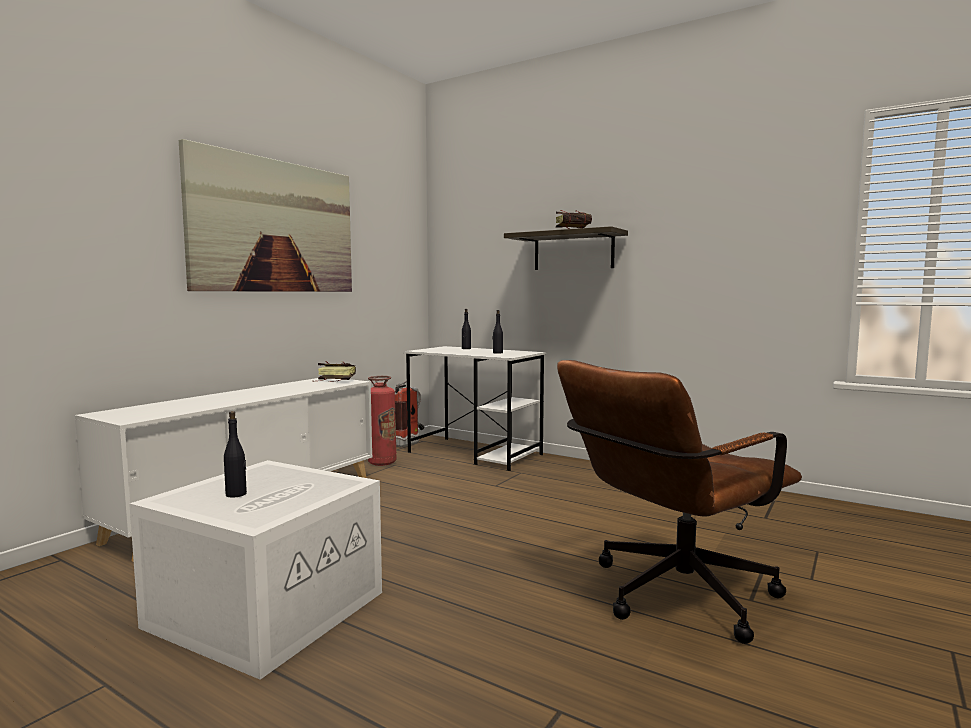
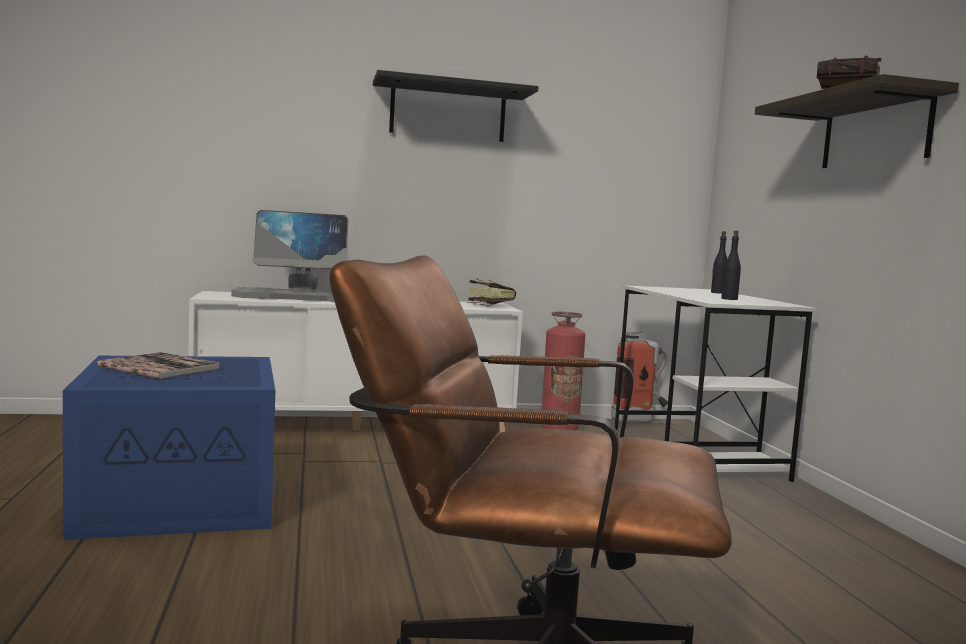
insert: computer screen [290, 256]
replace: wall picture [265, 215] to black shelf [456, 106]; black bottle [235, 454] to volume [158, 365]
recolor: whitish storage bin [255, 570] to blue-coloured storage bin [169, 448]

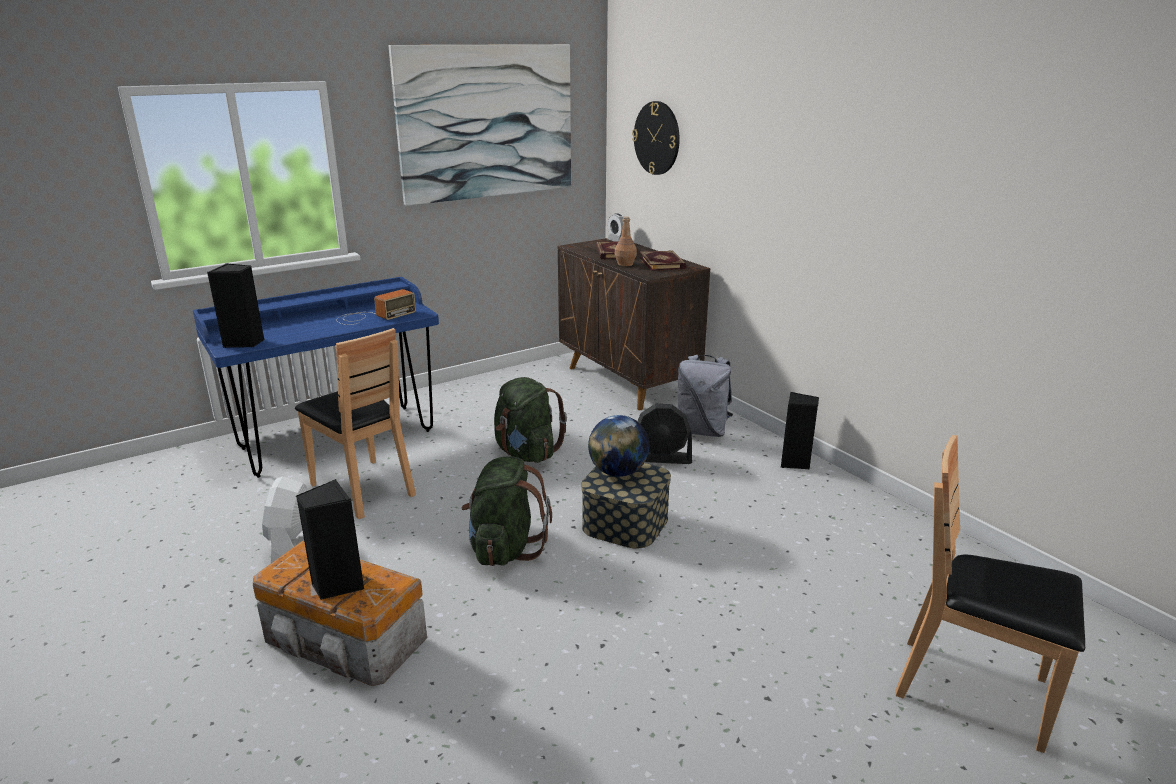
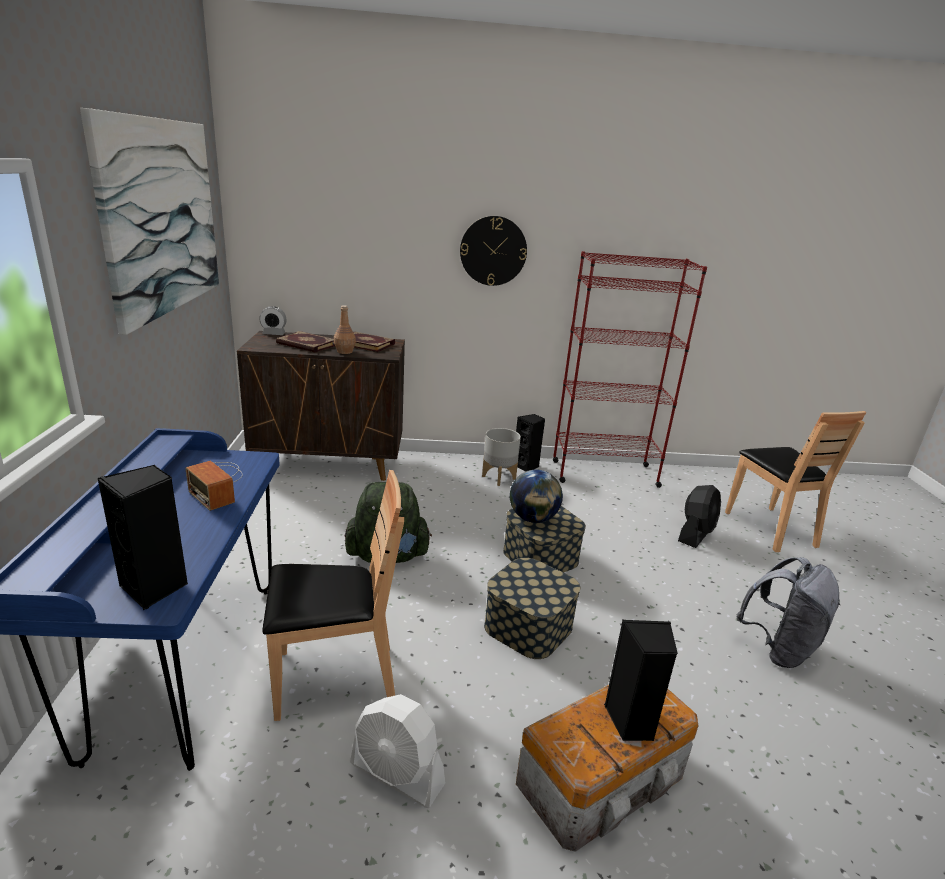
insert: grey flower pot [501, 457]; reddish shelving unit [630, 369]
move: hanging clock [656, 138] to [493, 251]; black fan [665, 434] to [699, 516]; grey rucksack [705, 396] to [788, 612]
replace: greenish rucksack [506, 511] to storage bin [532, 608]
rotate: radio receiver [376, 307] = [214, 486] 150 degrees clockwise; brown upright chair [990, 594] = [795, 481] 75 degrees counterclockwise

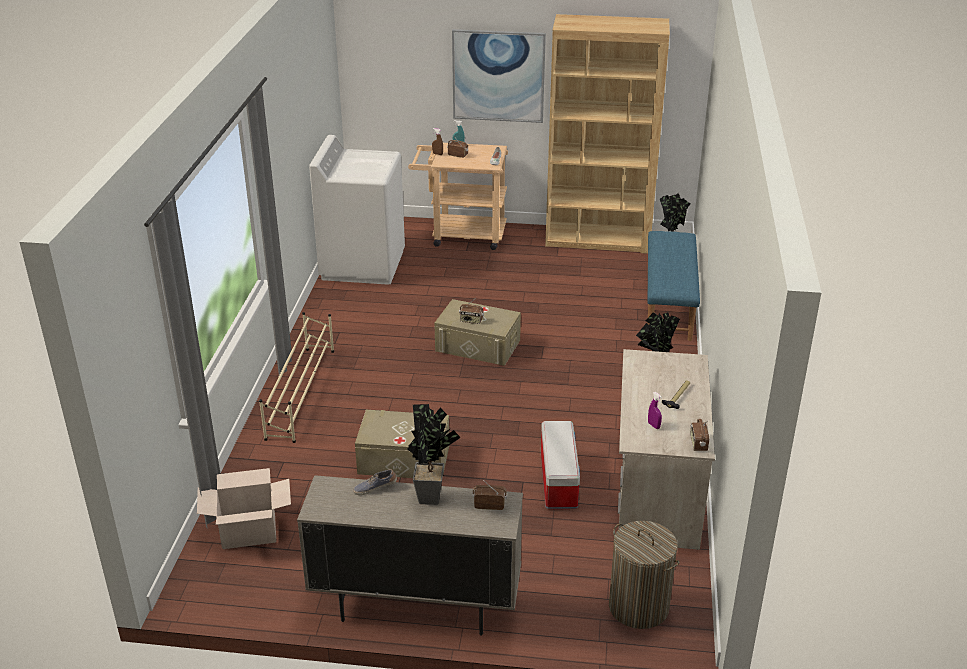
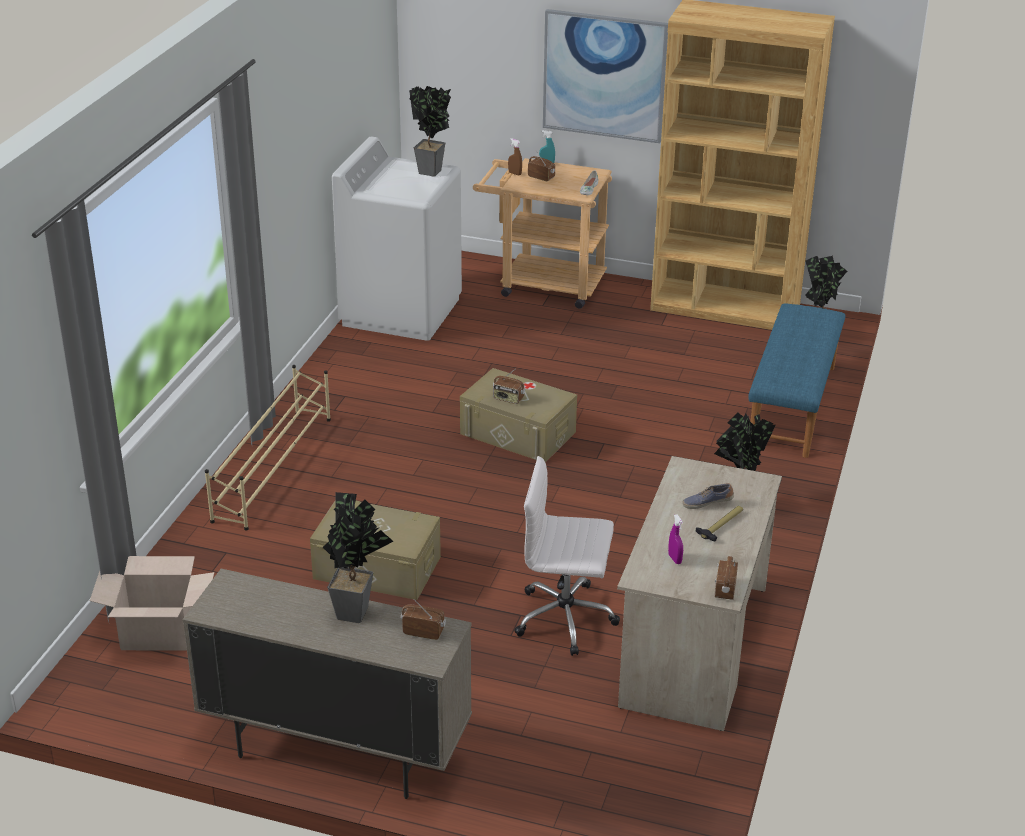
delete: laundry basket [644, 575]
insert: plant in a pot [430, 131]
move: low shoe [375, 482] to [708, 496]
replace: storage bin [560, 465] to whitish desk chair [567, 556]

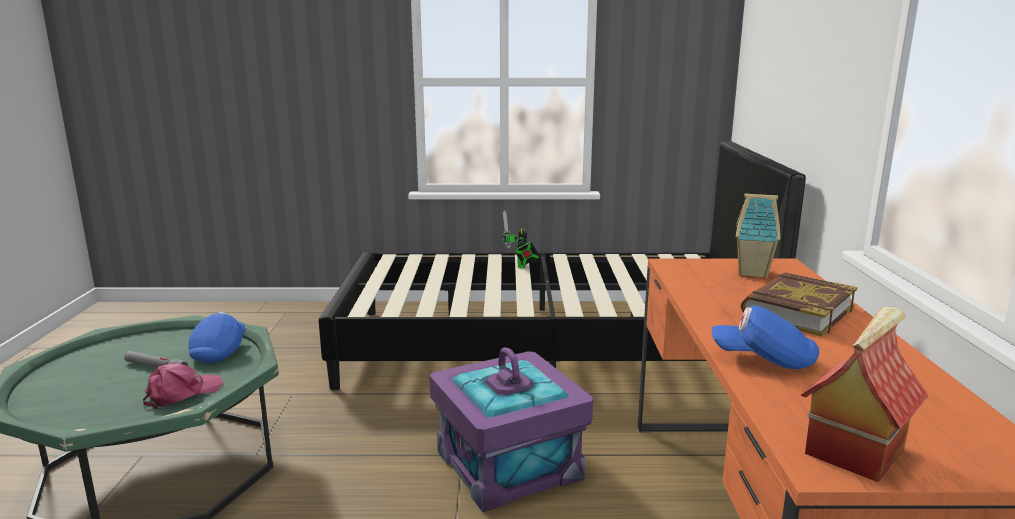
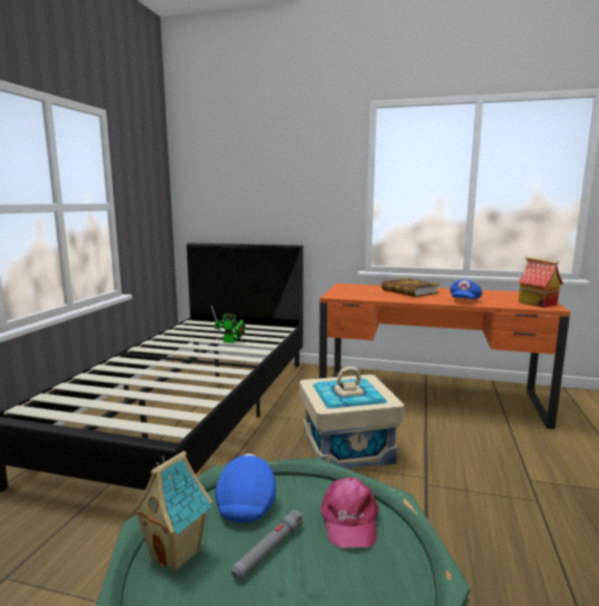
move: toy robot [521, 239] to [228, 324]; toy house [758, 235] to [171, 511]
recolor: purple storage bin [511, 429] to beige-coloured storage bin [351, 418]
rotate: pink-coloured cap [183, 386] = [350, 512] 150 degrees counterclockwise; blue-coloured cap [217, 337] = [245, 488] 75 degrees clockwise

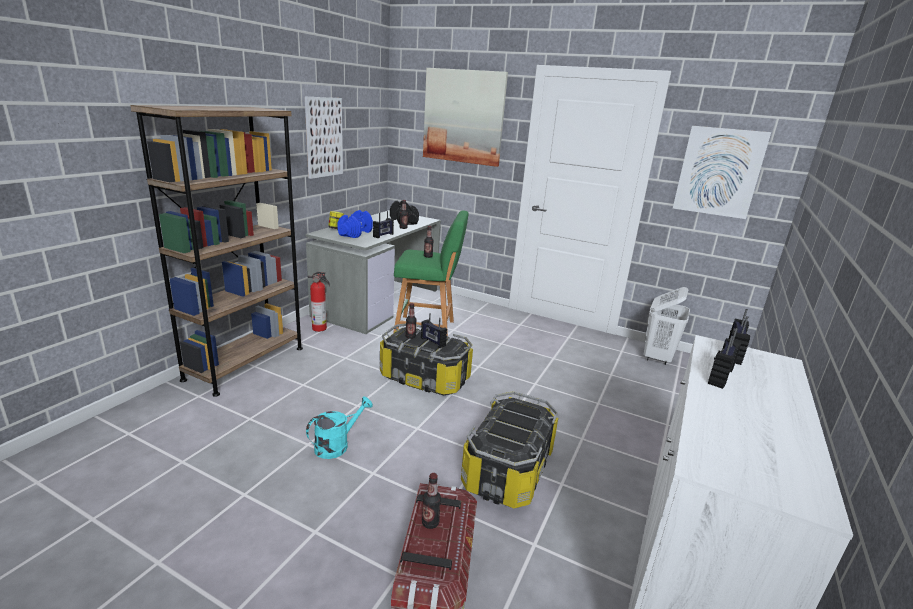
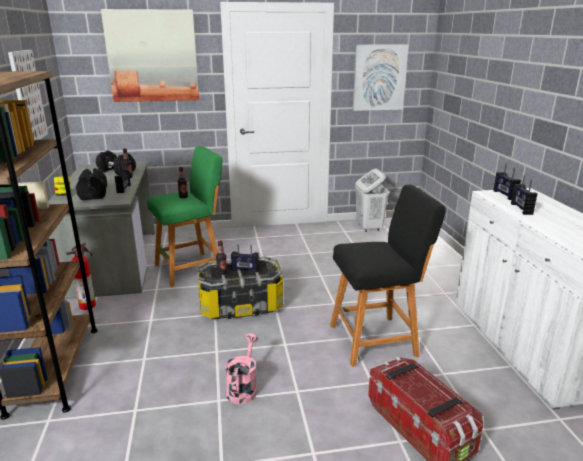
delete: bottle [431, 501]
replace: storage bin [509, 449] to black stool [388, 276]
recolor: turquoise-coloured sprinkling can [339, 428] to pink-coloured sprinkling can [241, 368]; blue-coloured free weight [355, 224] to black free weight [91, 184]

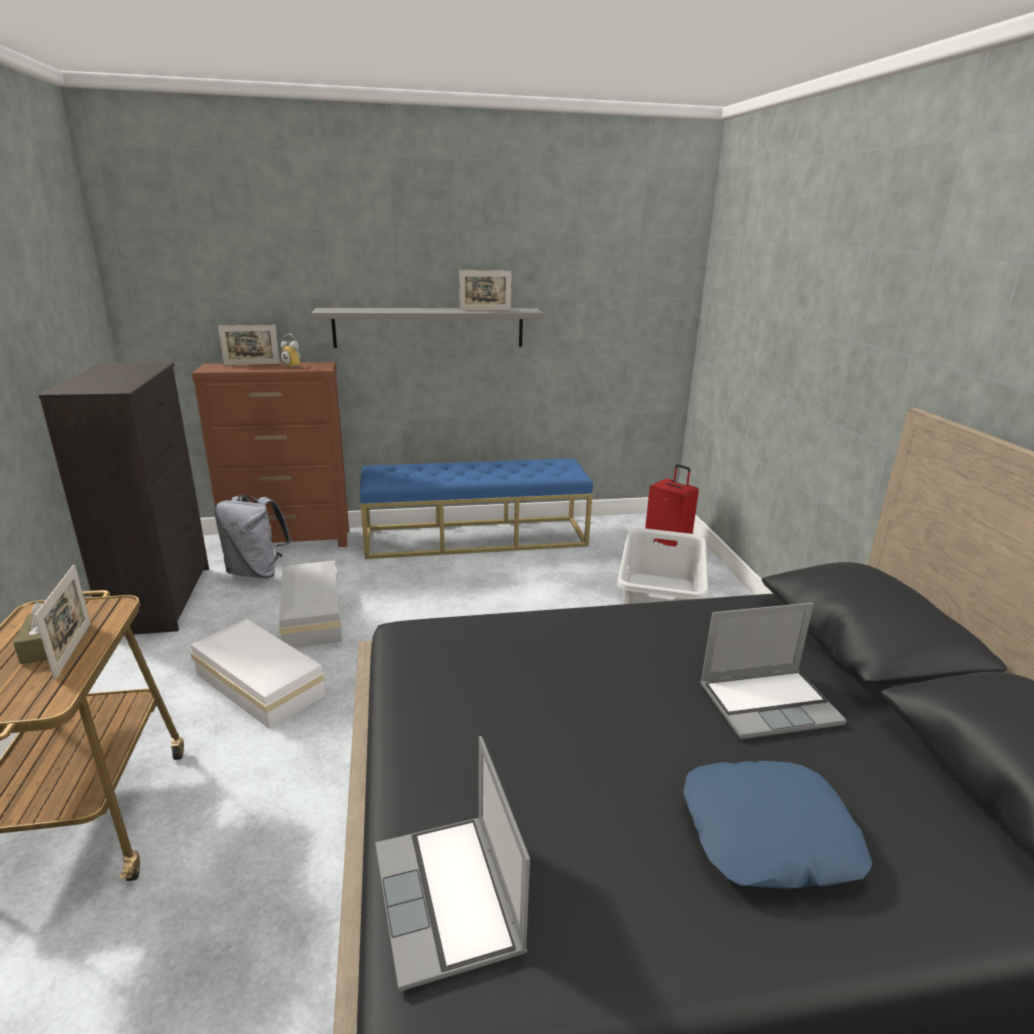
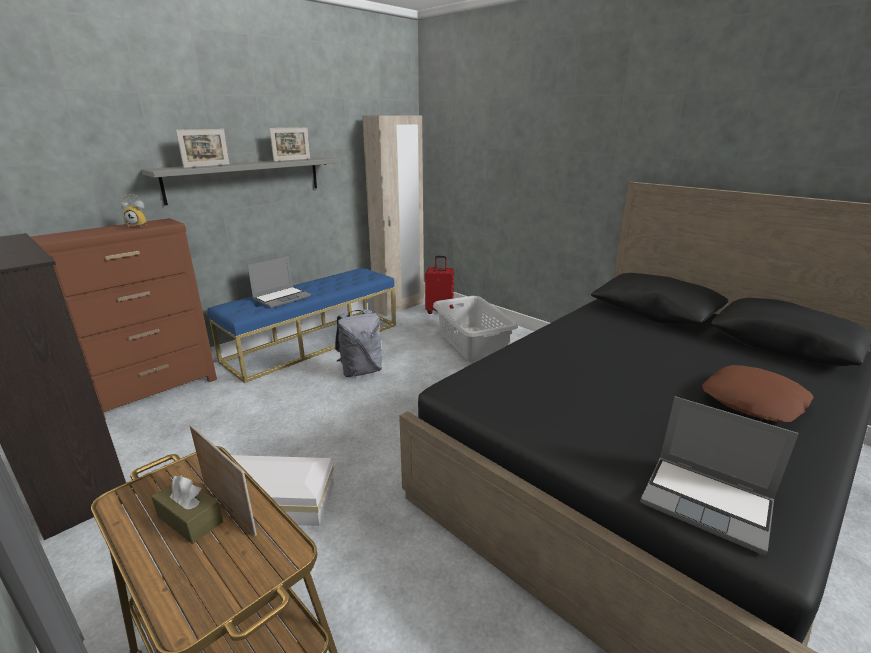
delete: whitish storage bin [310, 604]
insert: beige-coloured armoire [393, 216]
move: grey rucksack [253, 536] to [358, 343]; picture frame [249, 345] to [203, 148]; laptop [773, 671] to [279, 282]
recolor: blue-coloured pillow [777, 825] to brown pillow [757, 394]

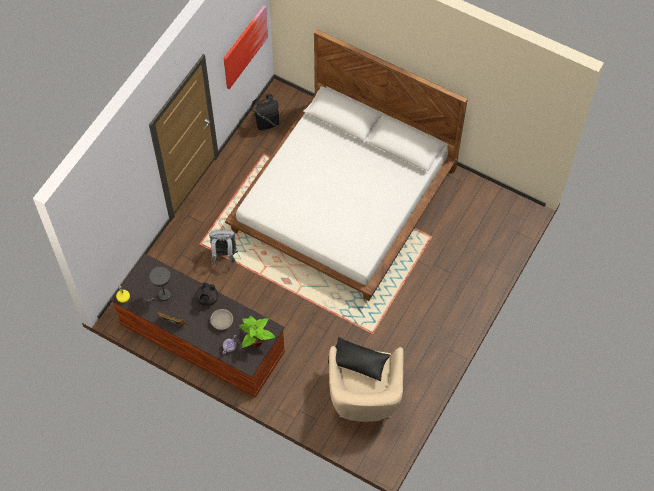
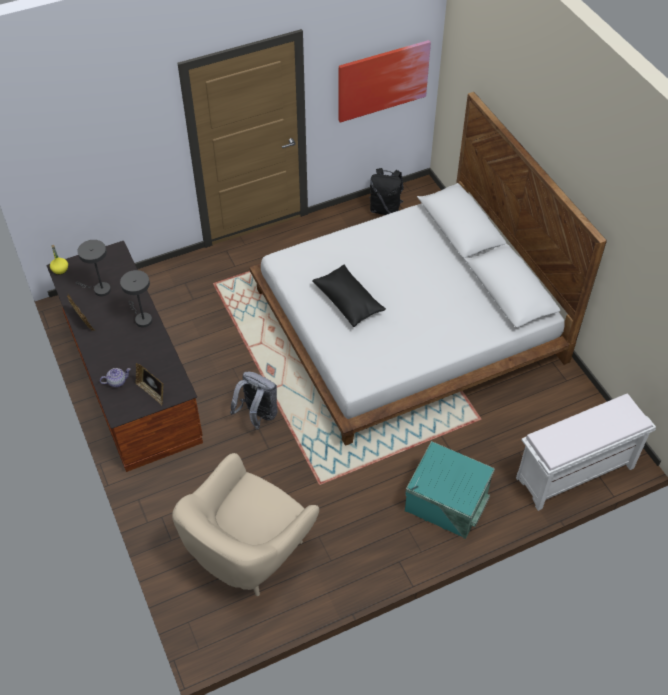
delete: grey bowl [221, 319]
insert: turquoise-coloured storage bin [450, 490]; whitish bench [586, 452]
move: grey rucksack [223, 247] to [254, 401]; black pillow [359, 359] to [349, 296]
replace: black teapot [207, 294] to grey lamp for a table [136, 298]; plant in a pot [257, 332] to picture frame [149, 384]

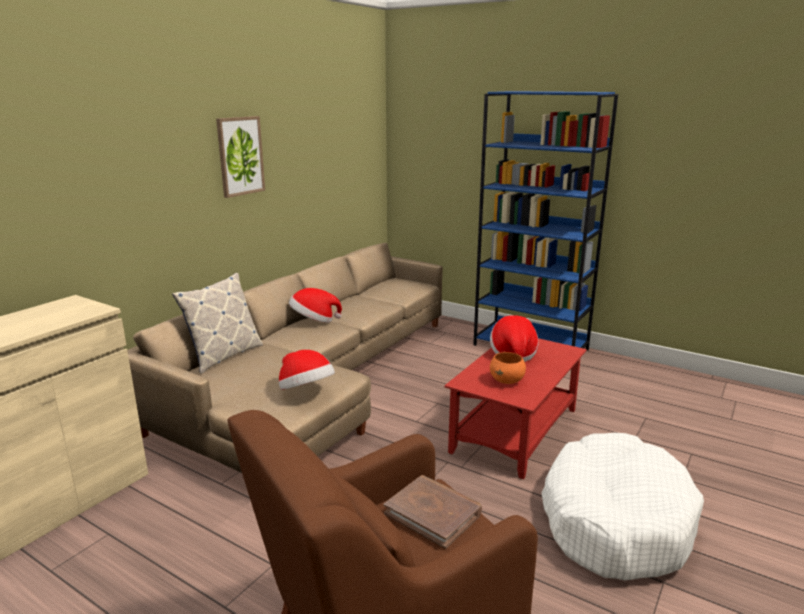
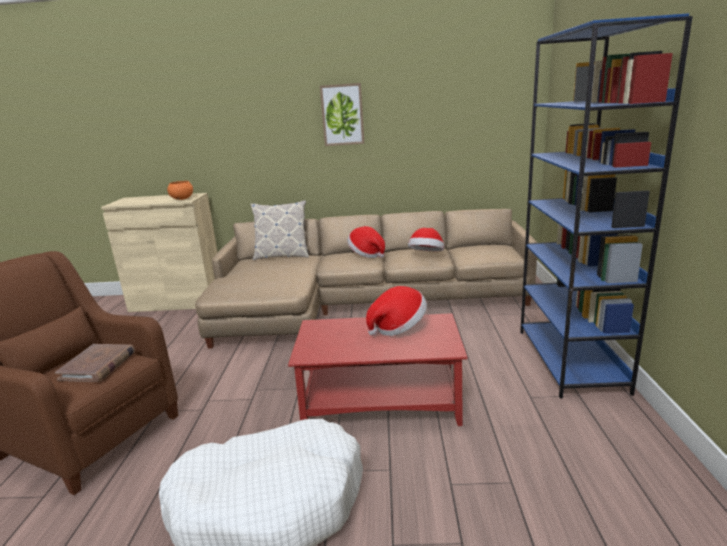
move: hat [307, 370] to [426, 239]; orange bowl [508, 368] to [180, 190]

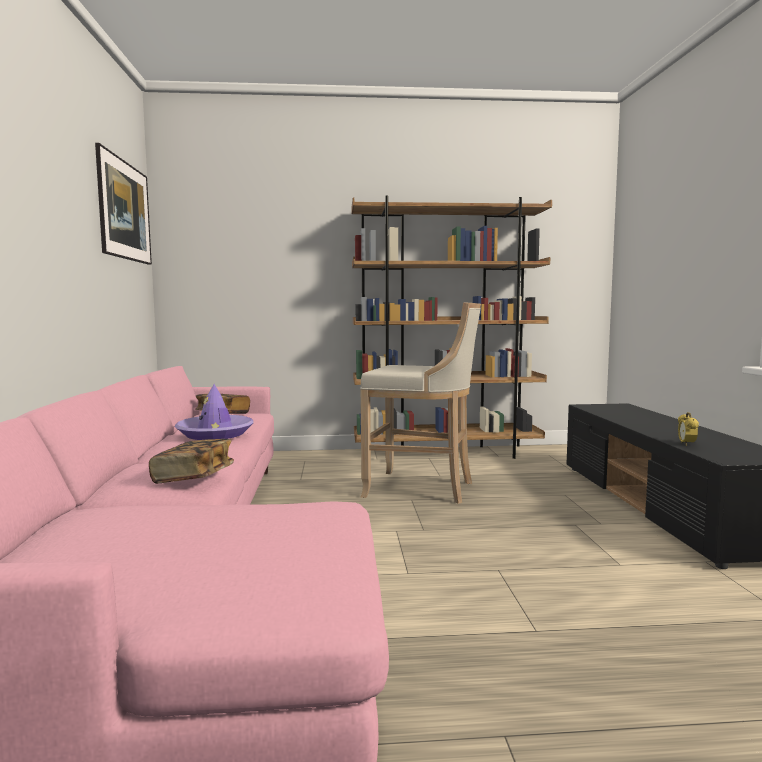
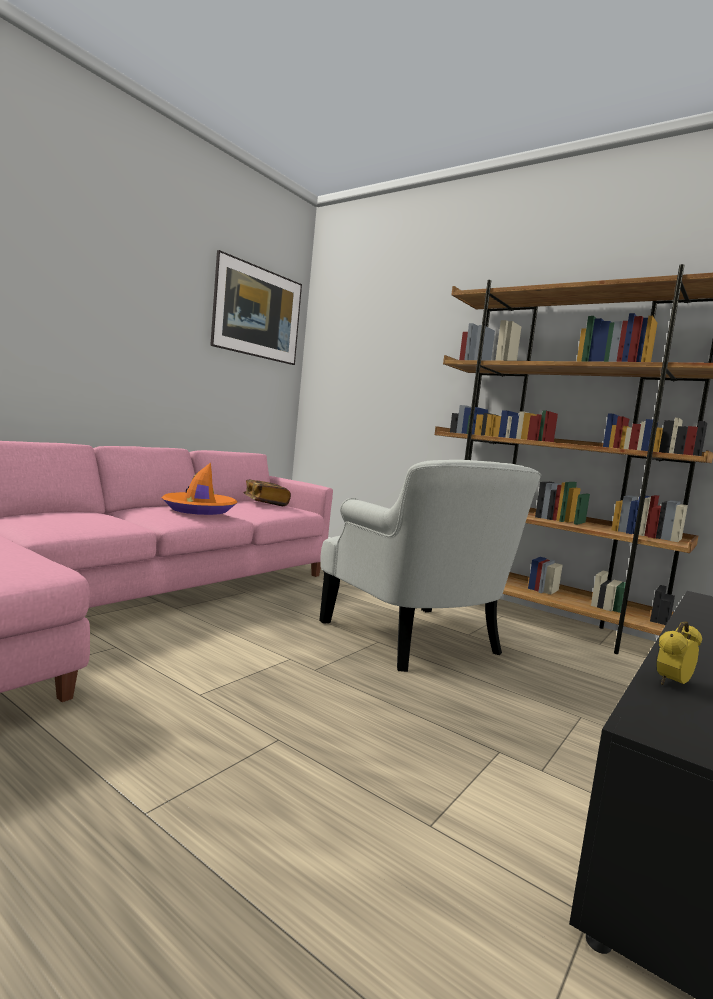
delete: volume [191, 461]
replace: beige-coloured stool [420, 403] to whitish armchair [430, 566]
recolor: purple hat [214, 412] to orange hat [199, 489]

